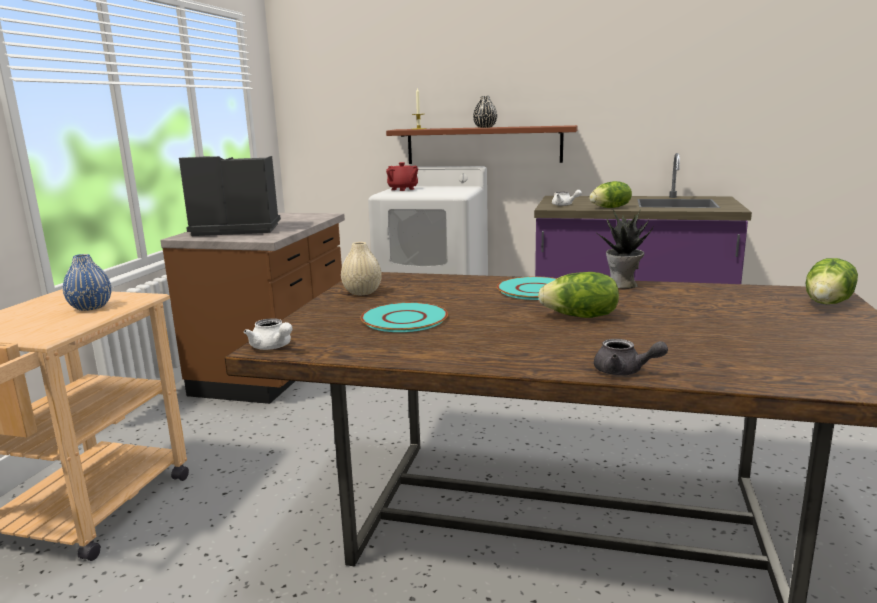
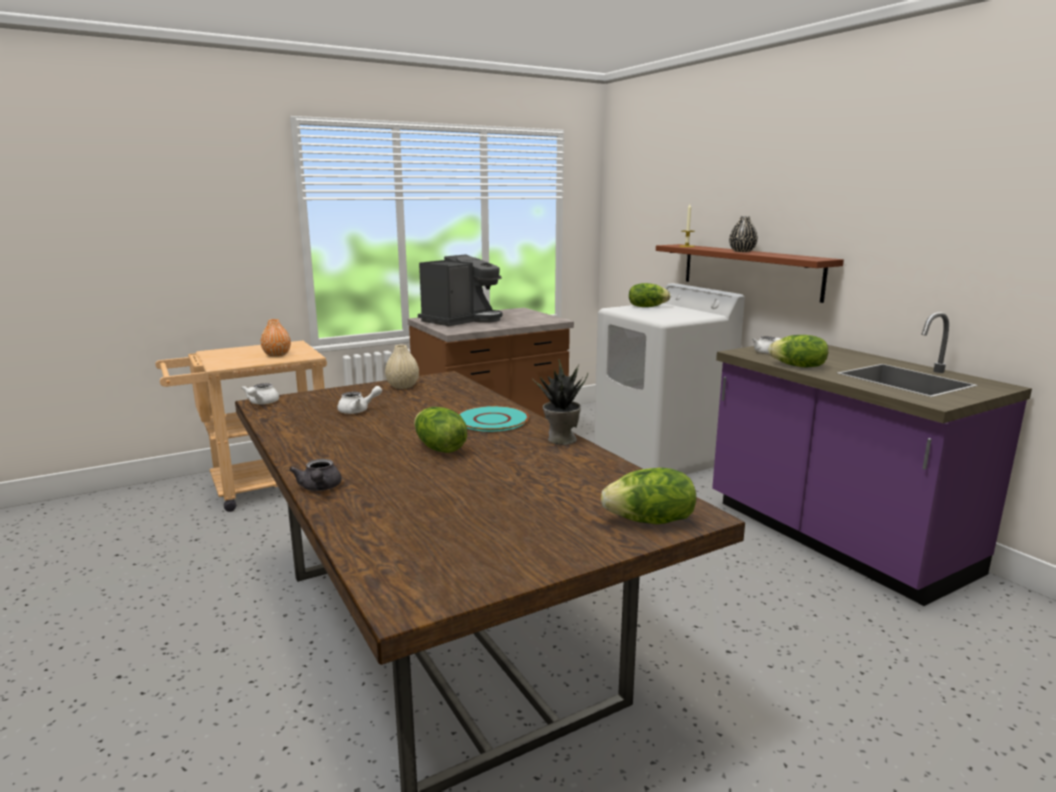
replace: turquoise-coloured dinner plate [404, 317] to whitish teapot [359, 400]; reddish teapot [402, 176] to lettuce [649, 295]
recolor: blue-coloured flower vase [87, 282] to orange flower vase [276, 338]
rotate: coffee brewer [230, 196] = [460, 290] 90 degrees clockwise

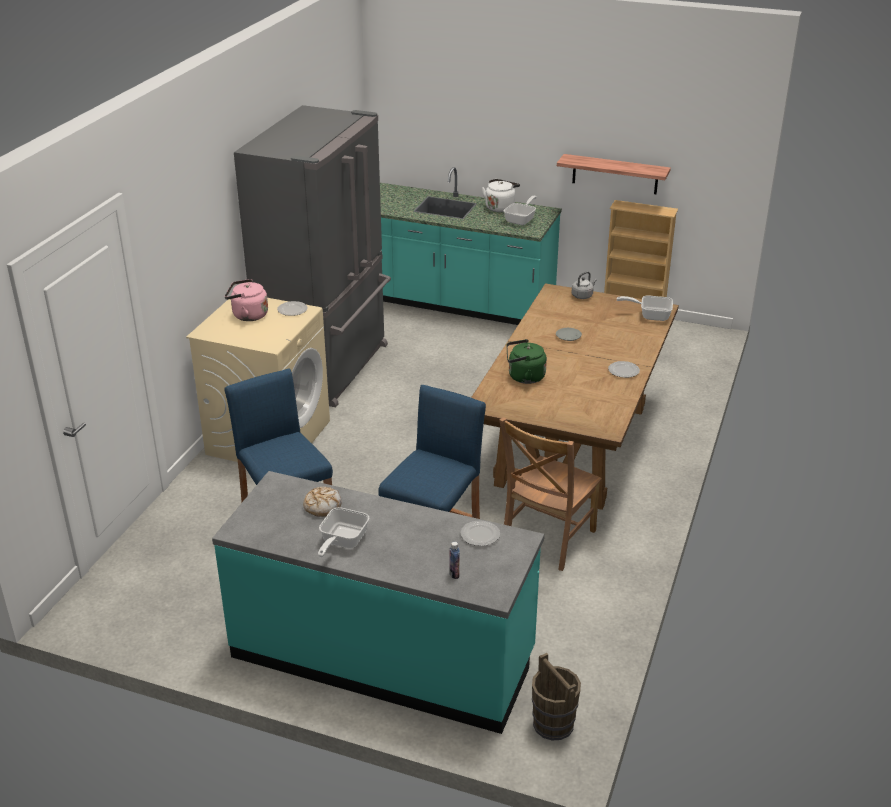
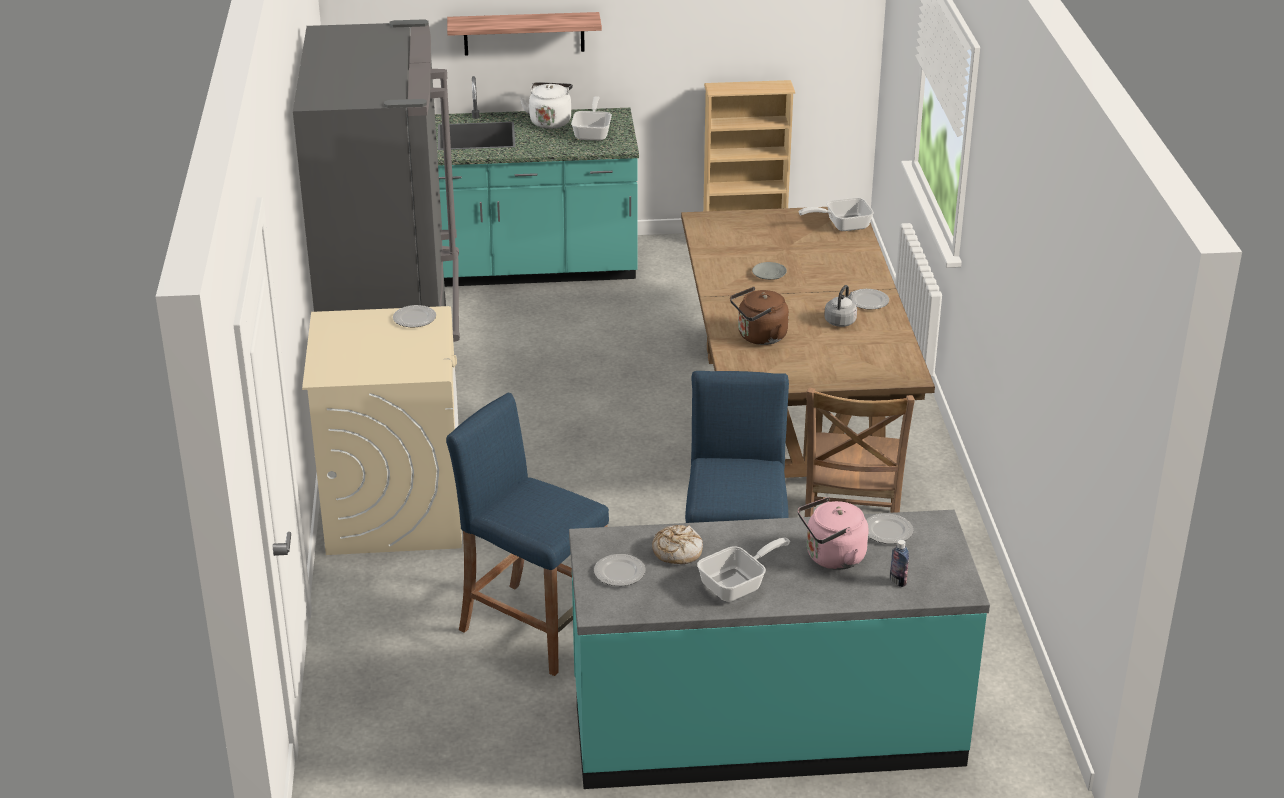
delete: brown pail [556, 697]
insert: dinner plate [620, 570]
move: pink-coloured tea kettle [246, 300] to [833, 533]; shelf [614, 174] to [524, 34]; grey tea kettle [584, 285] to [840, 306]
recolor: greenish tea kettle [527, 361] to brown tea kettle [759, 316]
rotate: frying pan [343, 532] = [743, 570] 120 degrees counterclockwise

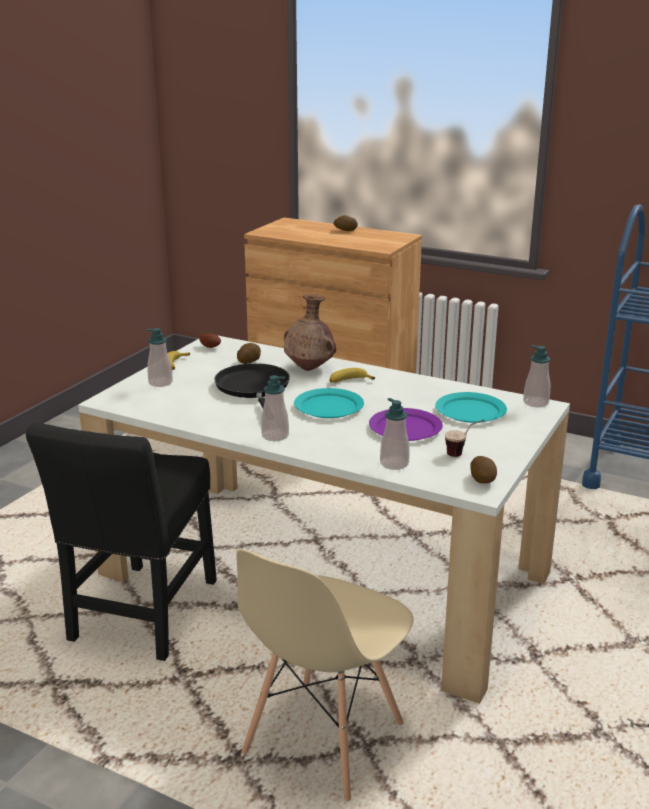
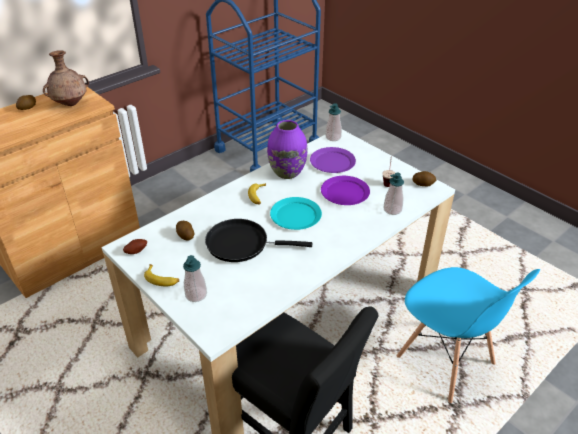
delete: soap dispenser [275, 408]
insert: purple flower vase [287, 149]
move: brown flower vase [310, 332] to [66, 78]
recolor: beige-coloured upright chair [324, 675] to blue-coloured upright chair [468, 335]; turquoise-coloured dinner plate [471, 407] to purple dinner plate [333, 160]

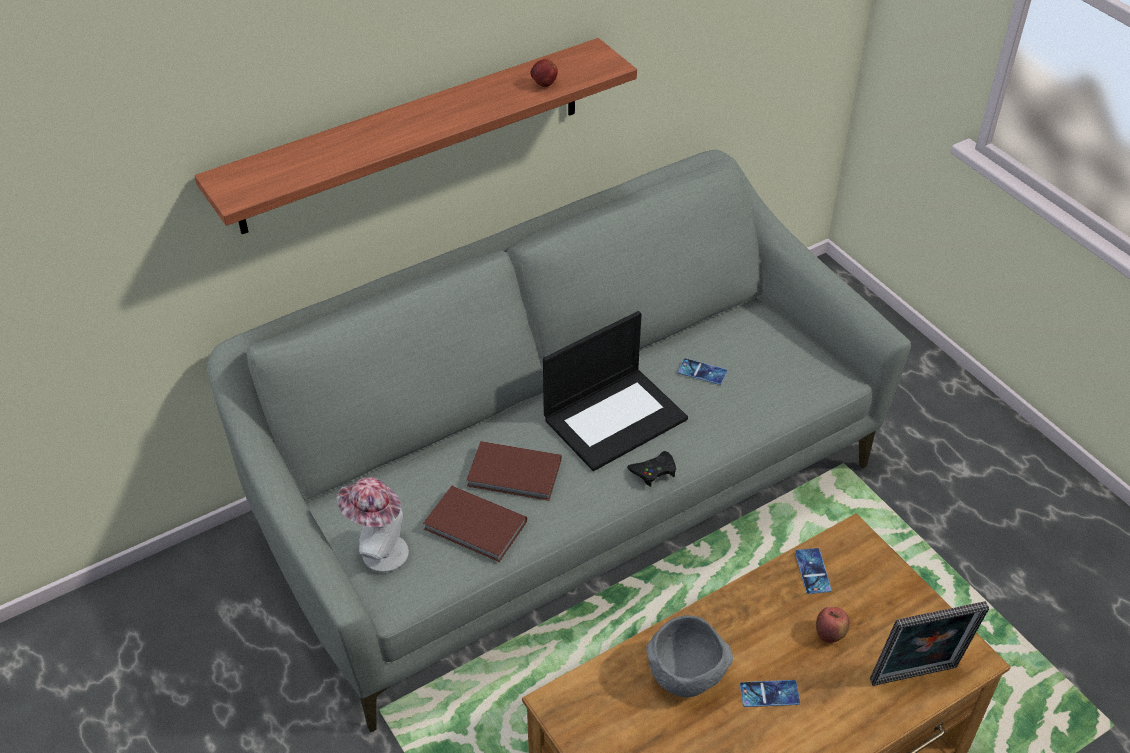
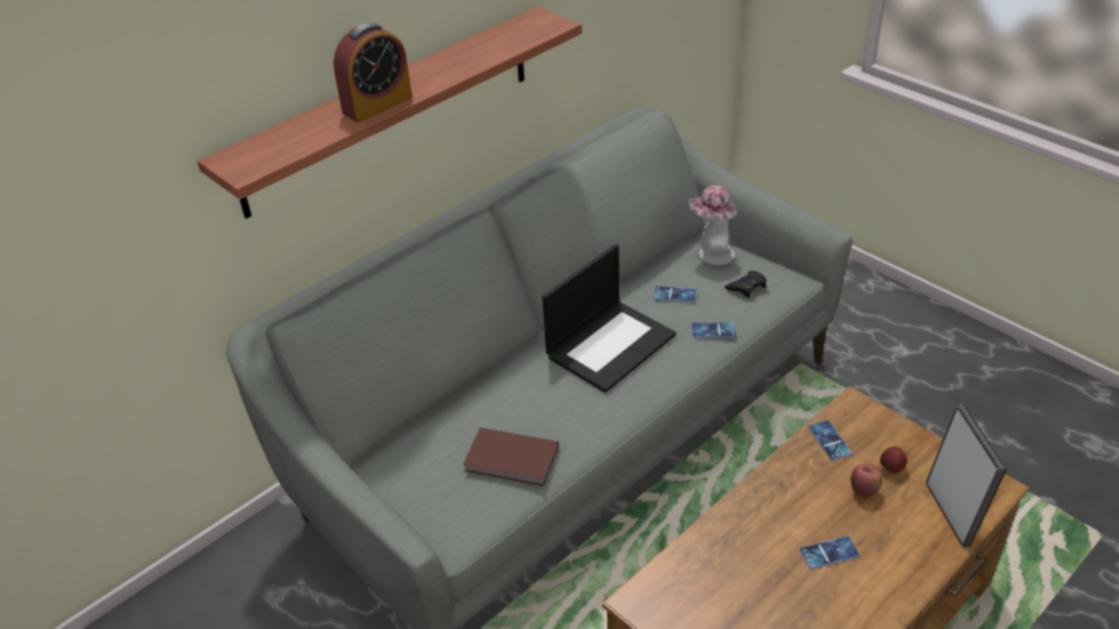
delete: brown volume [514, 471]; grey bowl [689, 656]
insert: bedside clock [372, 72]; phone [714, 329]
move: hat [373, 524] to [713, 225]; apple fruit [544, 73] to [893, 460]; black gamepad [651, 469] to [746, 284]
rotate: picture frame [929, 643] = [966, 476] 75 degrees counterclockwise

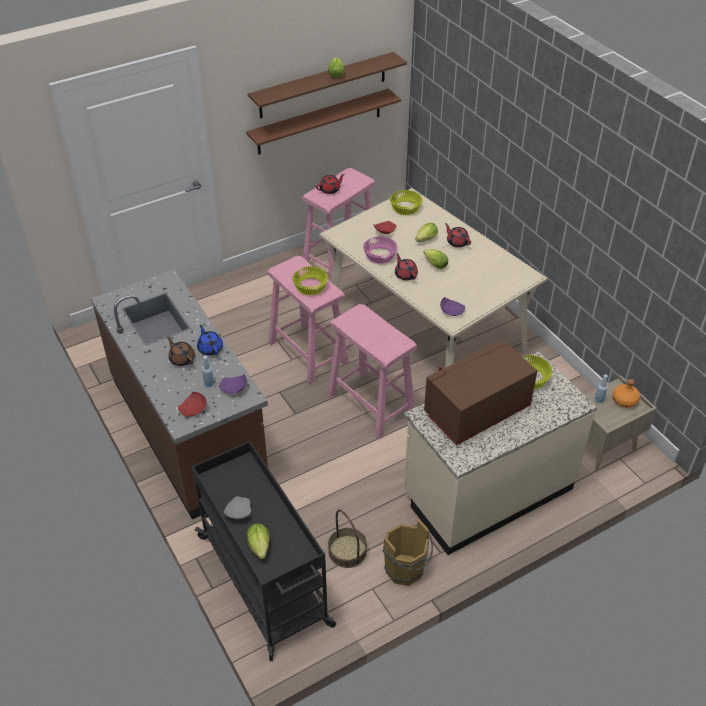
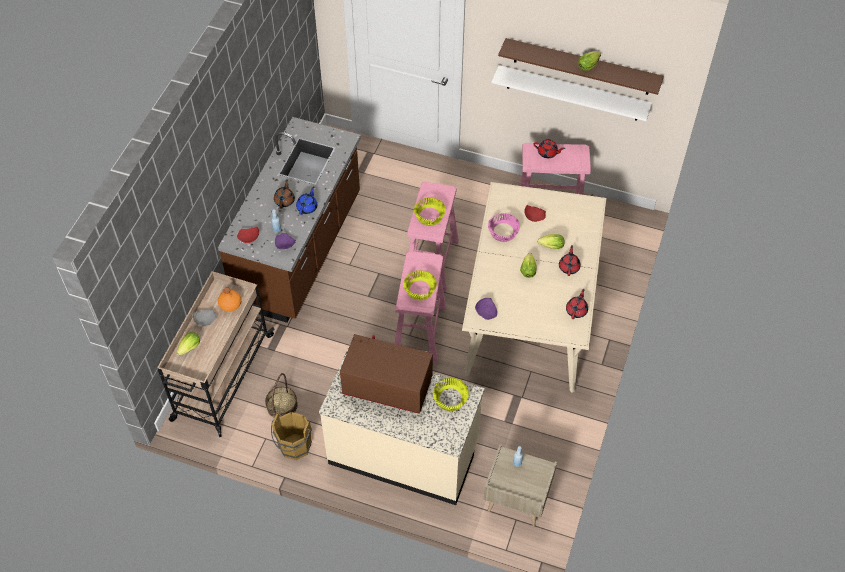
move: yellowish bowl [406, 202] to [420, 285]; reddish teapot [406, 267] to [577, 304]; orange bottle [626, 393] to [229, 299]
recolor: black trolley [264, 551] to beige-coloured trolley [216, 354]; brown shelf [323, 122] to whitish shelf [572, 93]

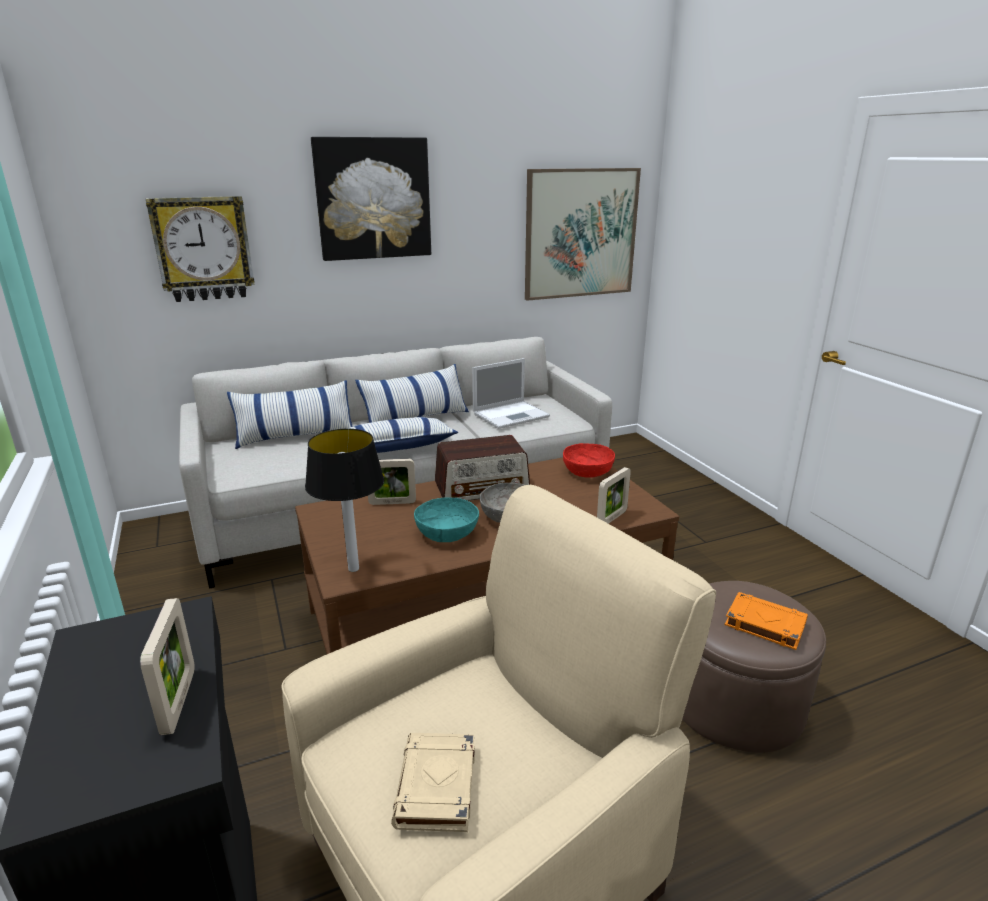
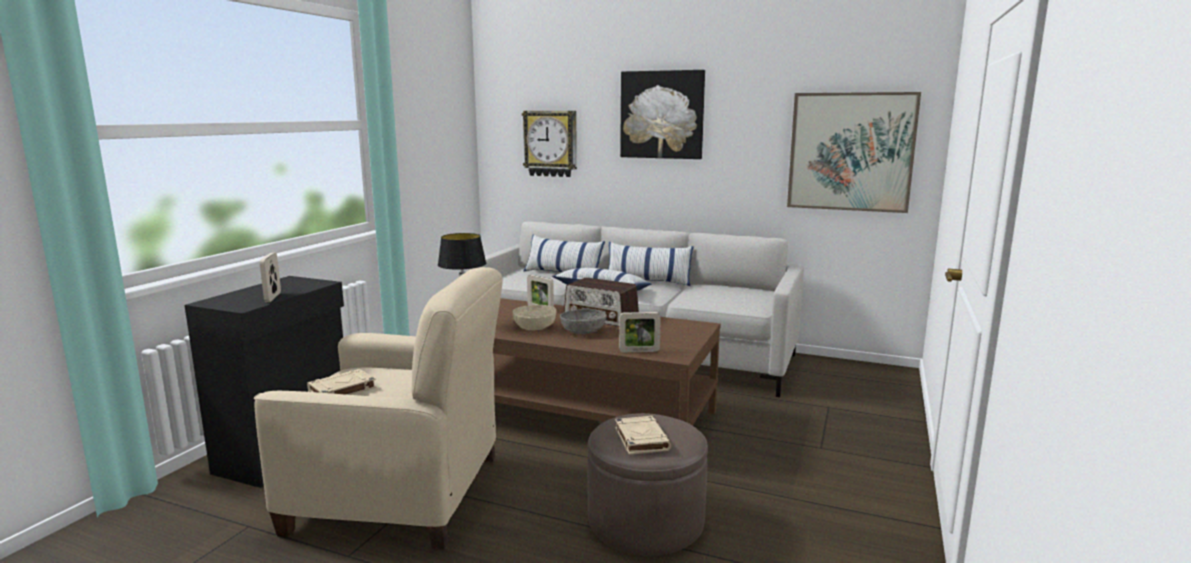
delete: laptop [511, 393]; reddish bowl [589, 460]
recolor: turquoise-coloured bowl [446, 520] to beige-coloured bowl [534, 317]; orange volume [766, 621] to beige-coloured volume [643, 435]
rotate: picture frame [167, 666] = [270, 277] 135 degrees clockwise

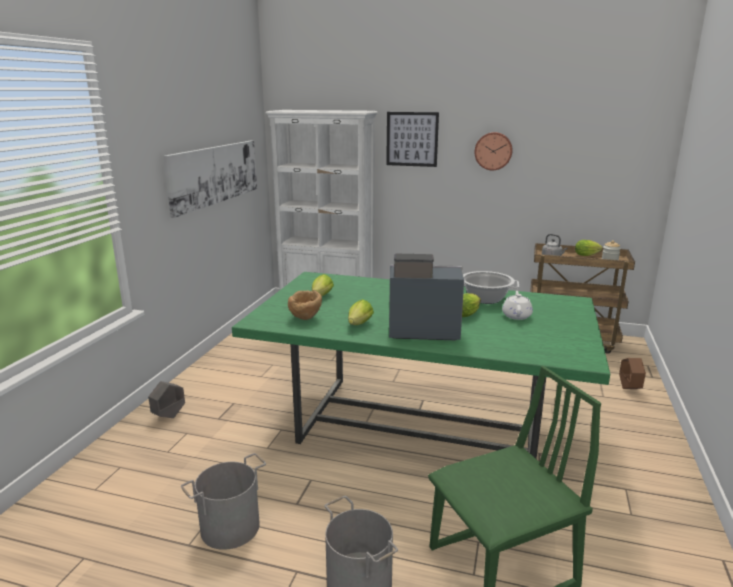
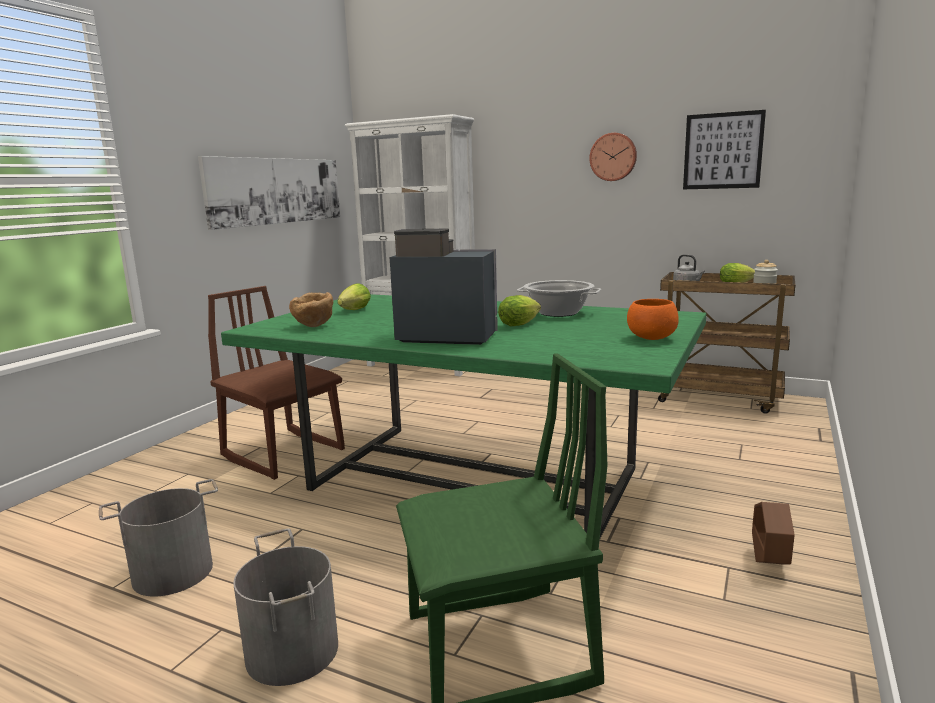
delete: grey flower pot [166, 399]; lettuce [361, 312]; whitish teapot [517, 305]
insert: brown upright chair [276, 383]; orange bowl [653, 319]
move: wall picture [412, 139] to [724, 149]; brown flower pot [632, 373] to [773, 533]

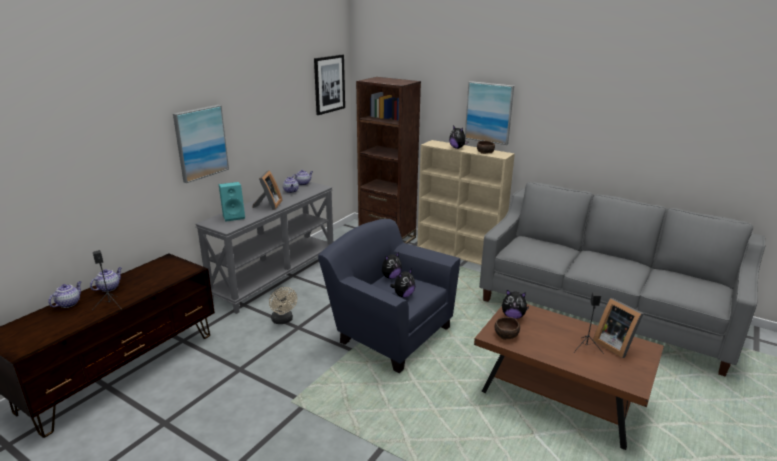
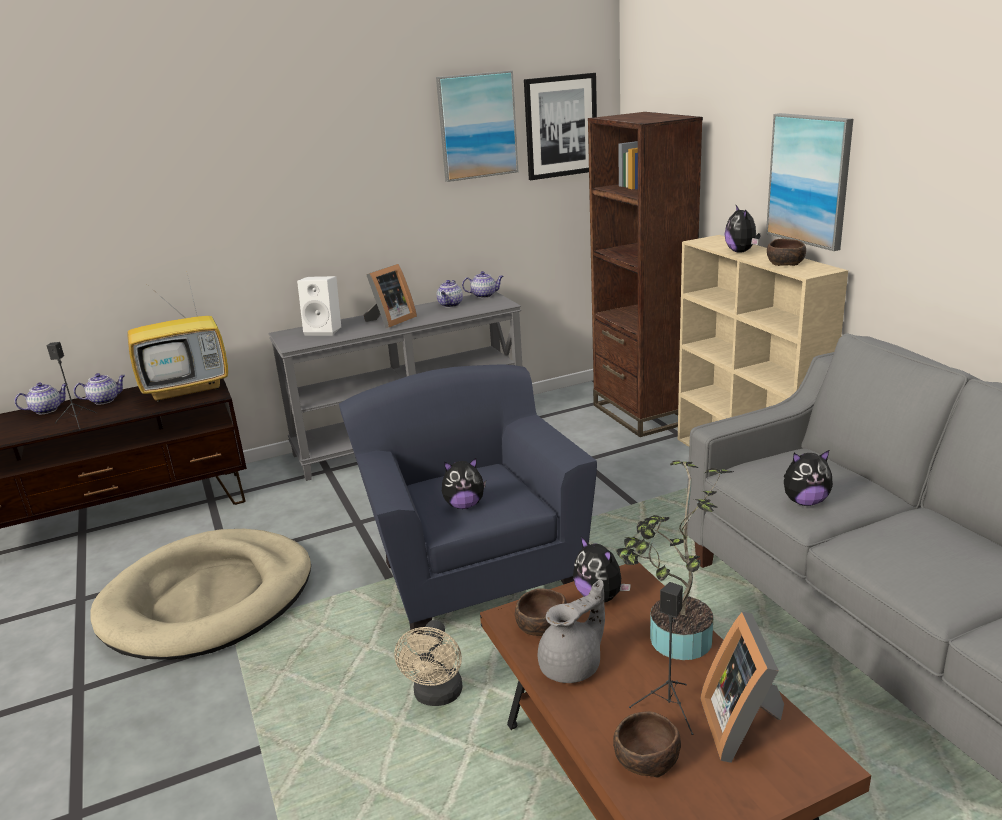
insert: beige-coloured pet bed [200, 594]; television [177, 335]; grey teapot [571, 631]; brown bowl [647, 744]; plant in a pot [675, 560]
move: wall picture [201, 144] to [477, 126]; beige-coloured fan [283, 305] to [428, 663]; soft toy [392, 265] to [808, 478]
recolor: turquoise-coloured audio speaker [232, 202] to whitish audio speaker [319, 306]

